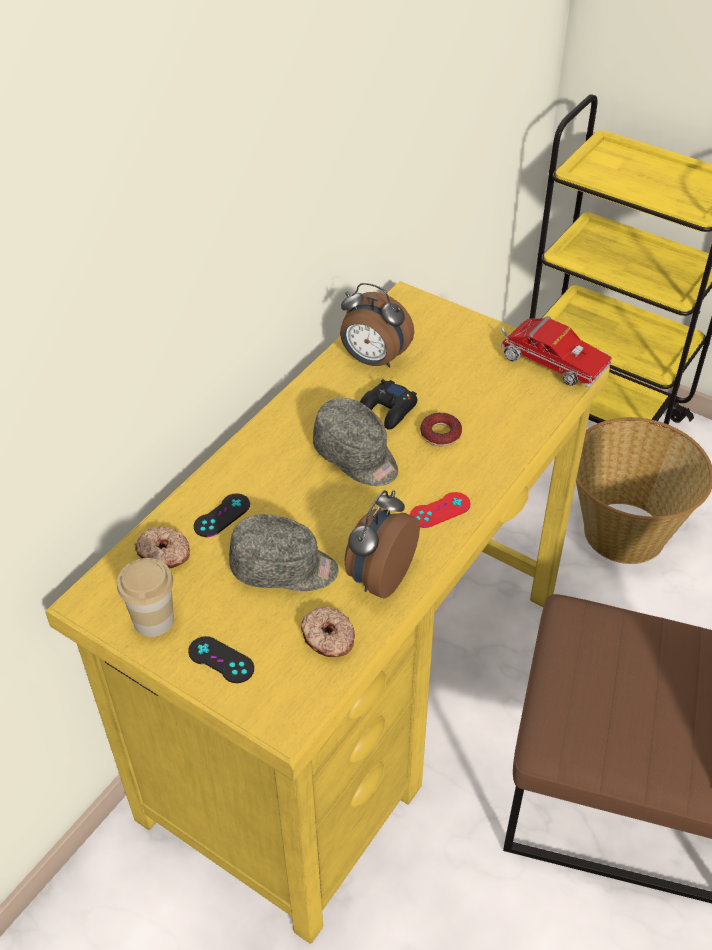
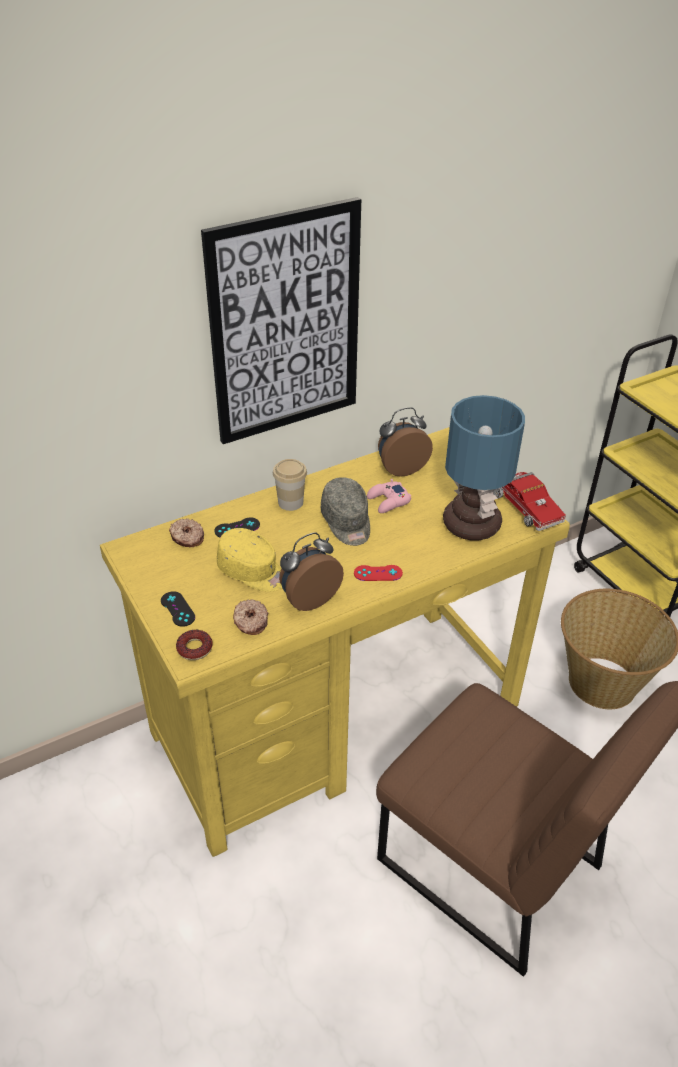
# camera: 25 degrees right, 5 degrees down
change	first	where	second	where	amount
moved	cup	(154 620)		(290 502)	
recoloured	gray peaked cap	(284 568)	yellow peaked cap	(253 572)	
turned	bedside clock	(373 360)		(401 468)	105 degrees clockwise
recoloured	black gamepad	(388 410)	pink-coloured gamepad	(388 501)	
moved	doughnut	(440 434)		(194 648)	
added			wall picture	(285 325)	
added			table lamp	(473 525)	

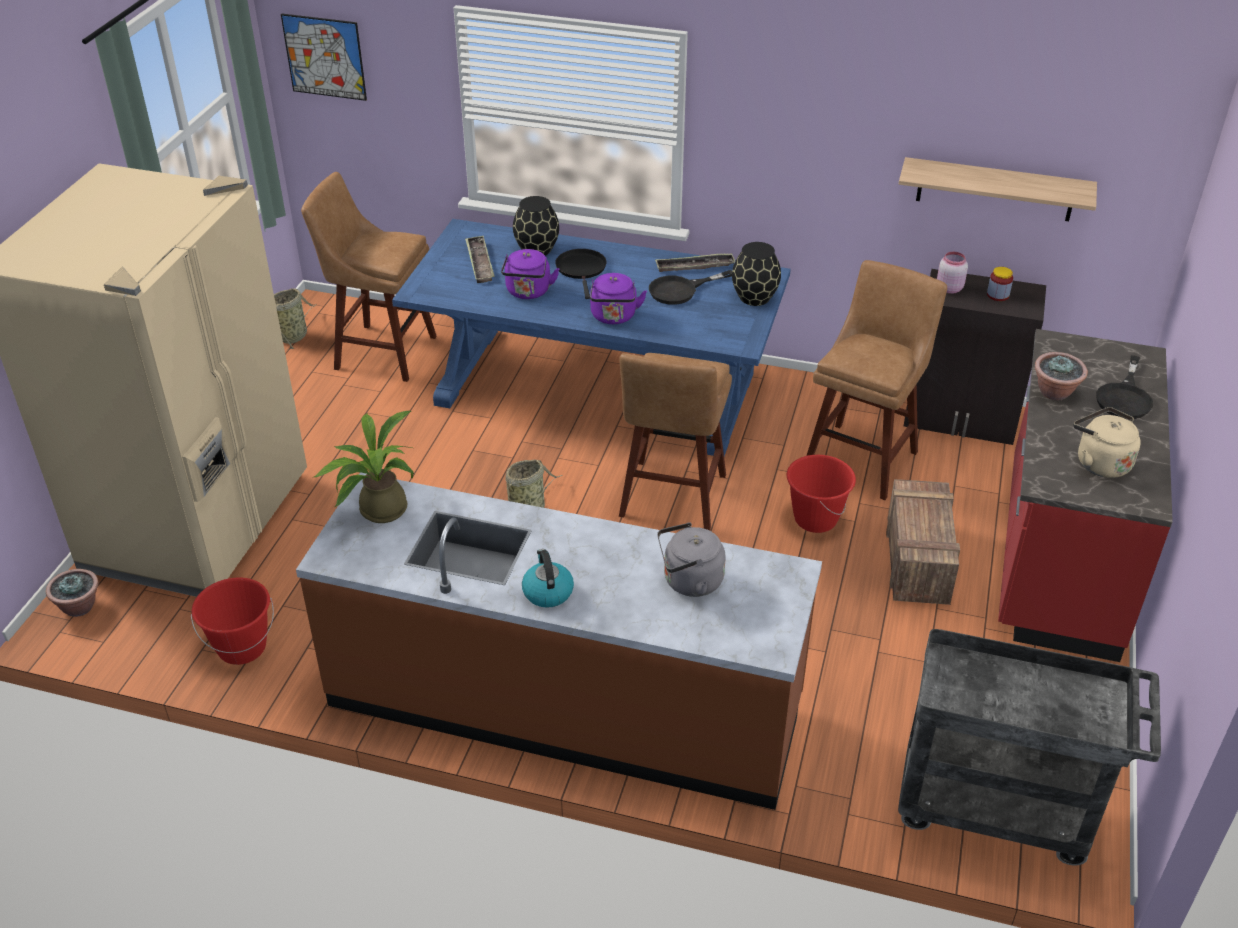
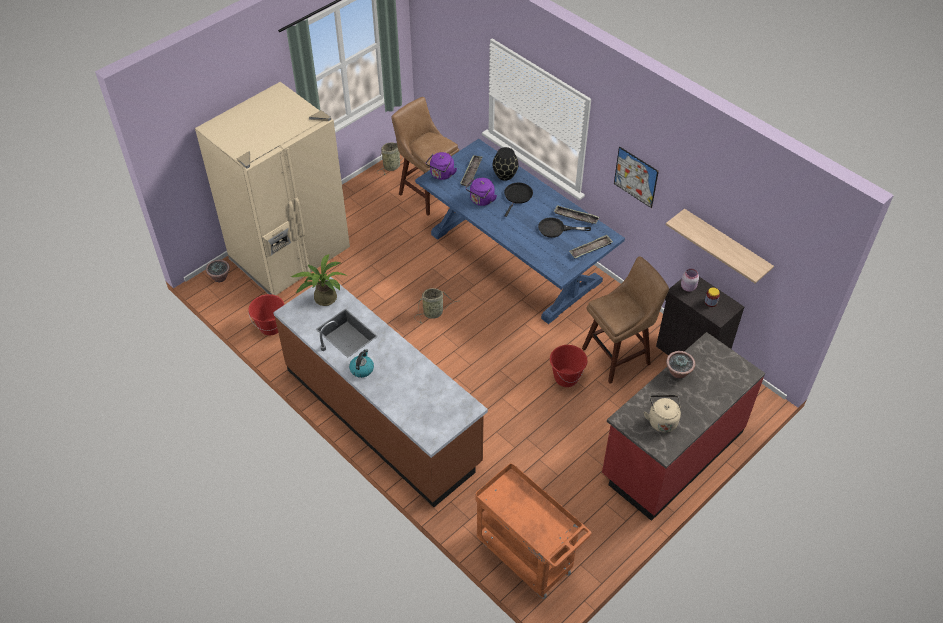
# camera: 30 degrees right, 10 degrees up
change	first	where	second	where	amount
moved	wall picture	(324 57)		(636 177)	
moved	purplish tea kettle	(614 317)		(441 175)	
removed	brown-coloured sitting stool	(672 498)			
removed	gray tea kettle	(689 582)			
replaced	black decorative vase	(755 297)	tray	(590 249)	
removed	crate	(918 562)			
recoloured	black wheeled cart	(1000 817)	orangey wheeled cart	(527 561)	
removed	black pan	(1125 397)			

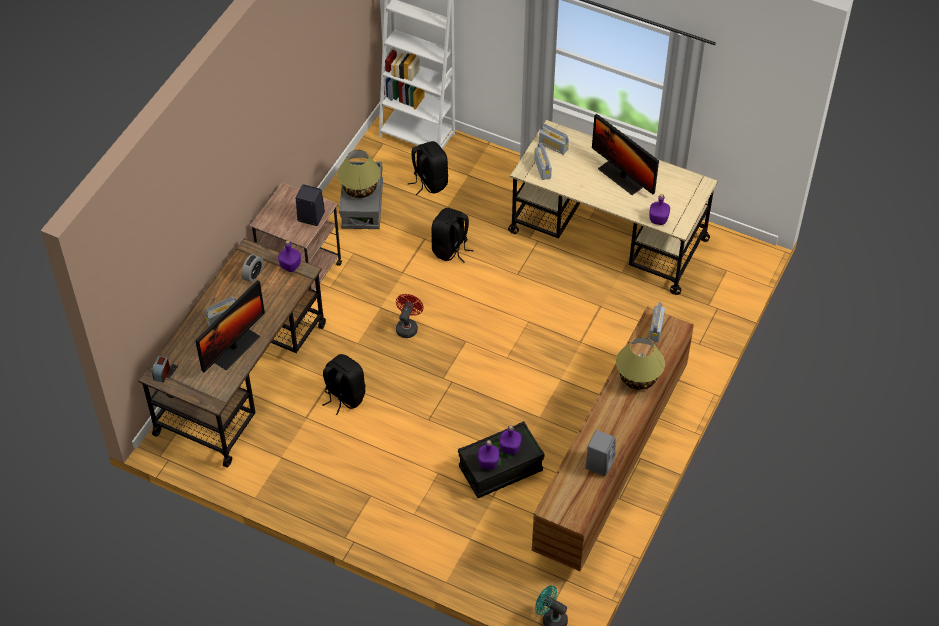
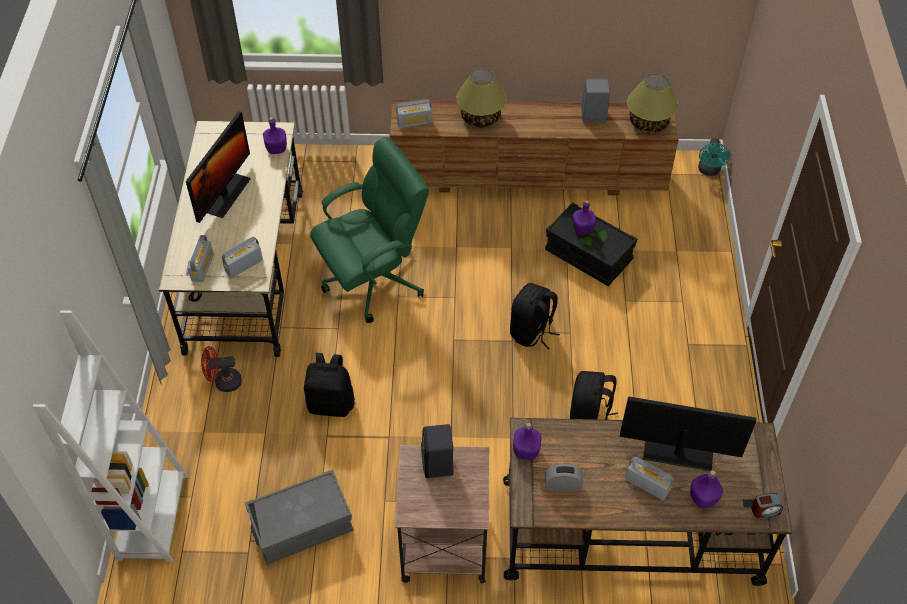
# camera: 115 degrees left, 0 degrees up
change	first	where	second	where	amount
moved	table lamp	(359 189)		(649 123)	
moved	reddish cooling fan	(408 326)		(223 382)	
moved	black backpack	(429 182)		(532 332)	
moved	purplish drink bottle	(488 463)		(703 499)	
added			green office chair	(373 280)	

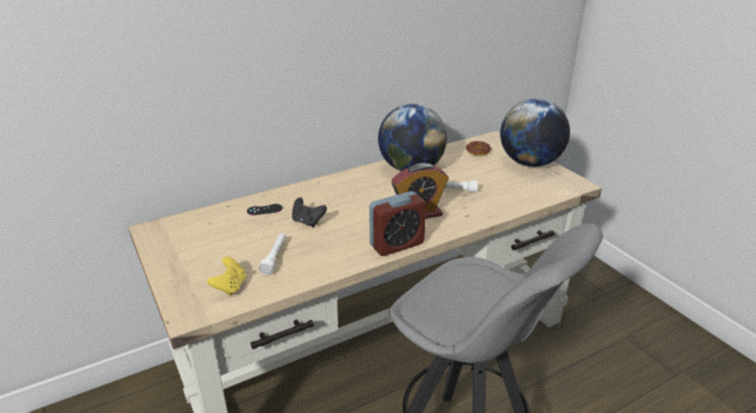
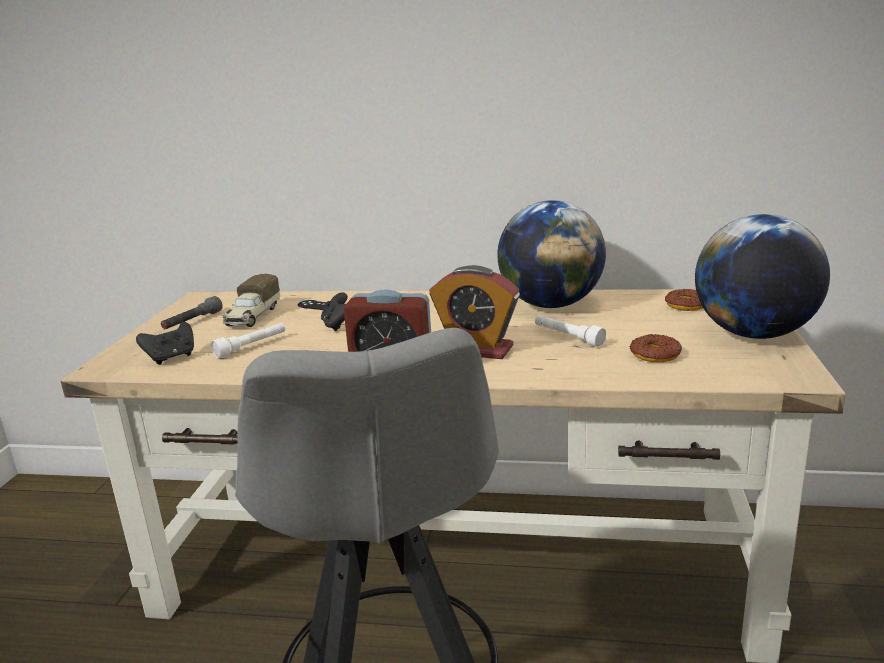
# camera: 40 degrees right, 10 degrees down
change	first	where	second	where	amount
recoloured	yellow gamepad	(230 287)	black gamepad	(171 358)	
added			gray torch	(192 322)	
added			toy lorry	(252 317)	
added			doughnut	(655 354)	

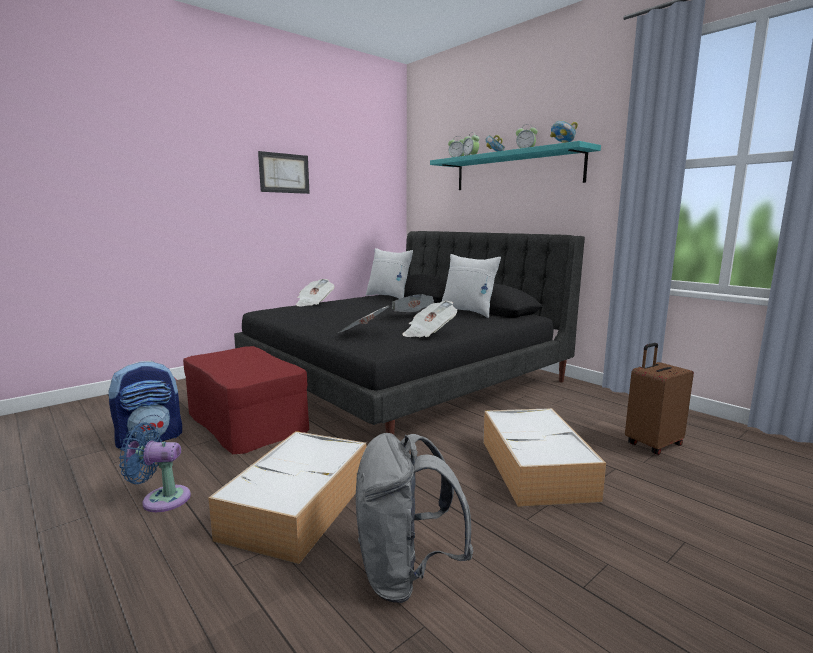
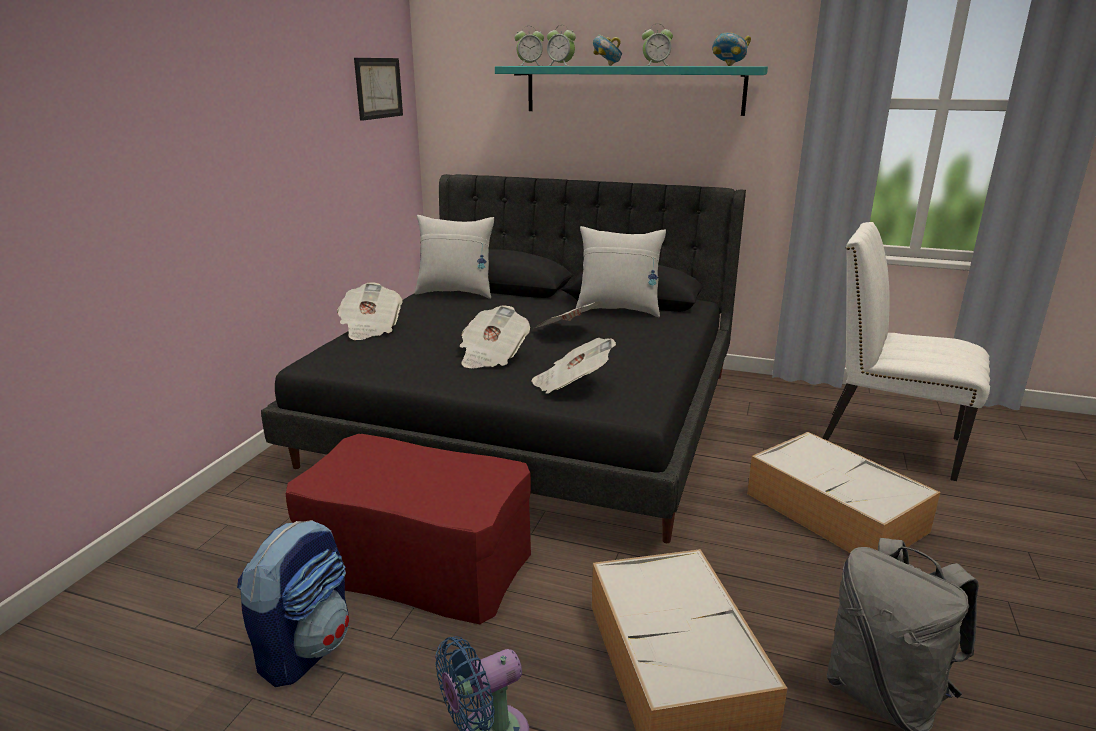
# camera: 30 degrees left, 10 degrees up
change	first	where	second	where	amount
moved	wall picture	(284 173)		(378 88)	
moved	printed paper	(428 333)		(492 356)	
replaced	brown-coloured piece of luggage	(652 444)	white-coloured upright chair	(890 444)	

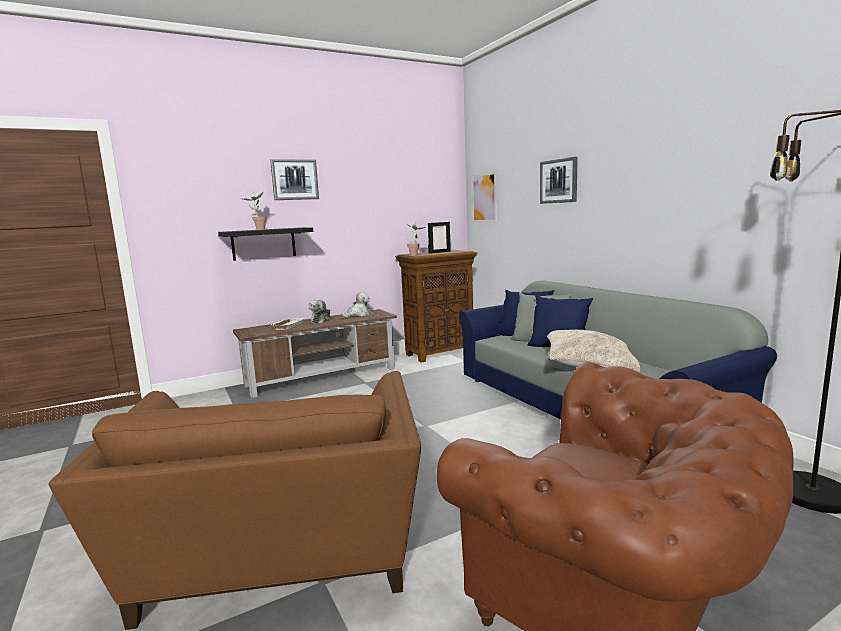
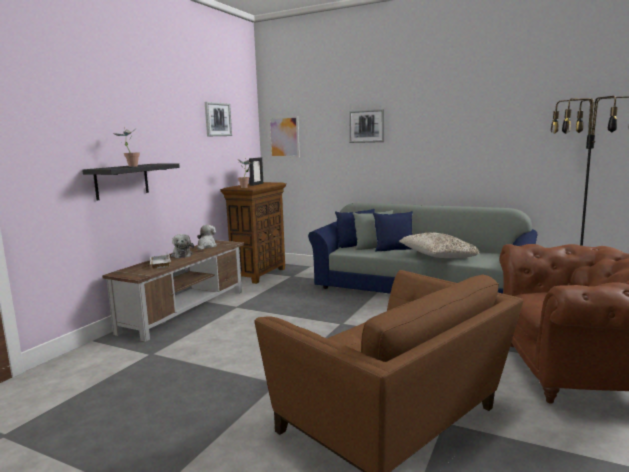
# camera: 35 degrees left, 0 degrees up
change	first	where	second	where	amount
moved	wall picture	(294 179)		(217 119)	

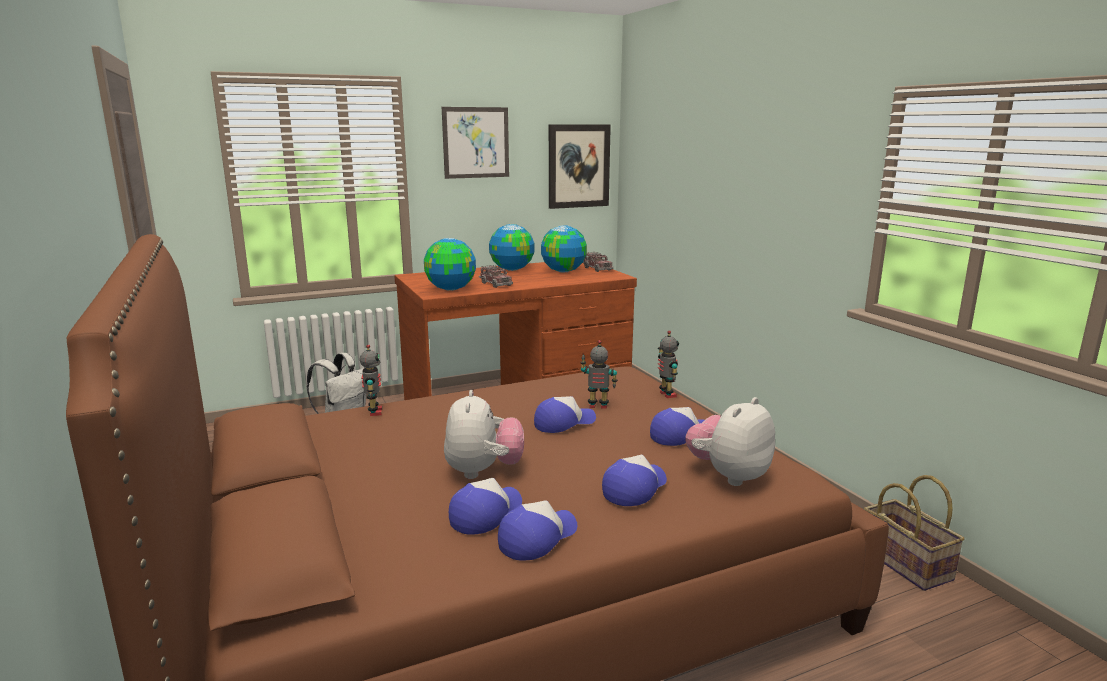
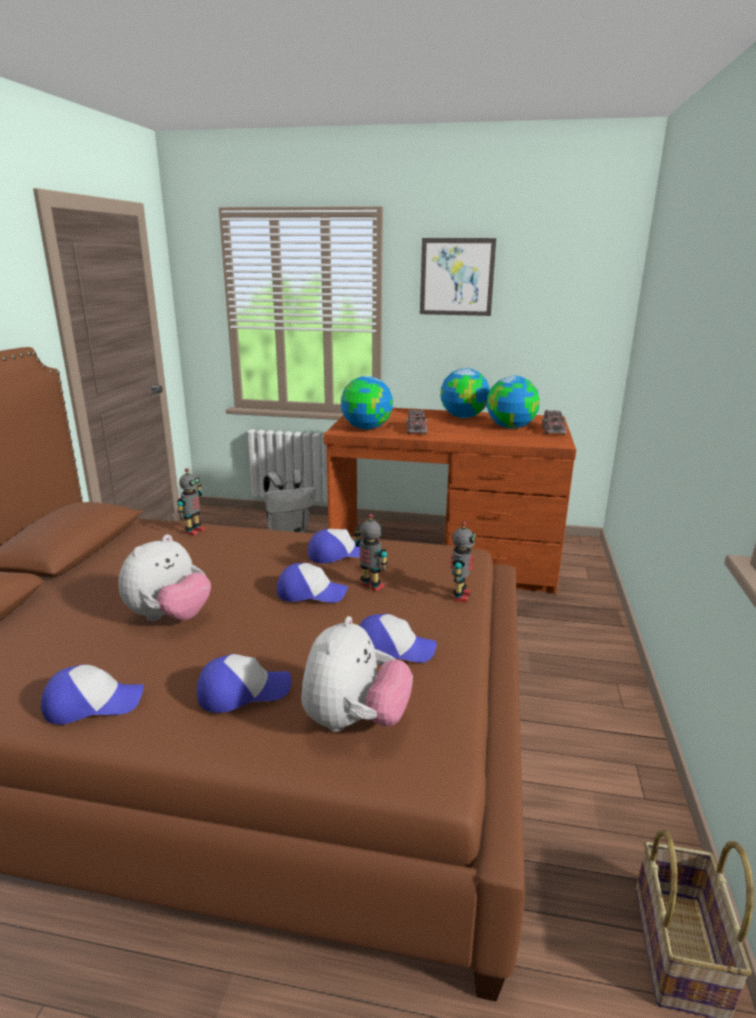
# camera: 35 degrees right, 5 degrees up
change	first	where	second	where	amount
moved	peaked cap	(485 513)		(337 554)	
removed	wall picture	(578 166)			
turned	soft toy	(729 475)		(355 721)	120 degrees clockwise

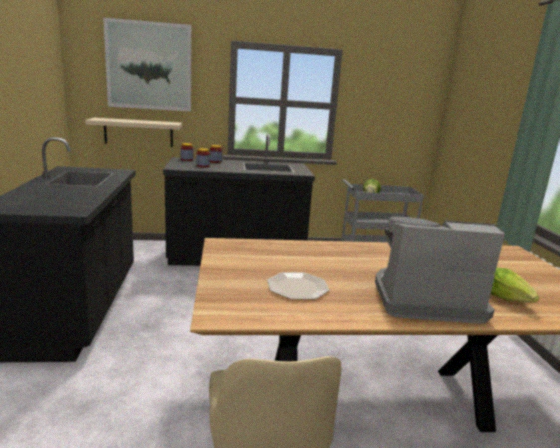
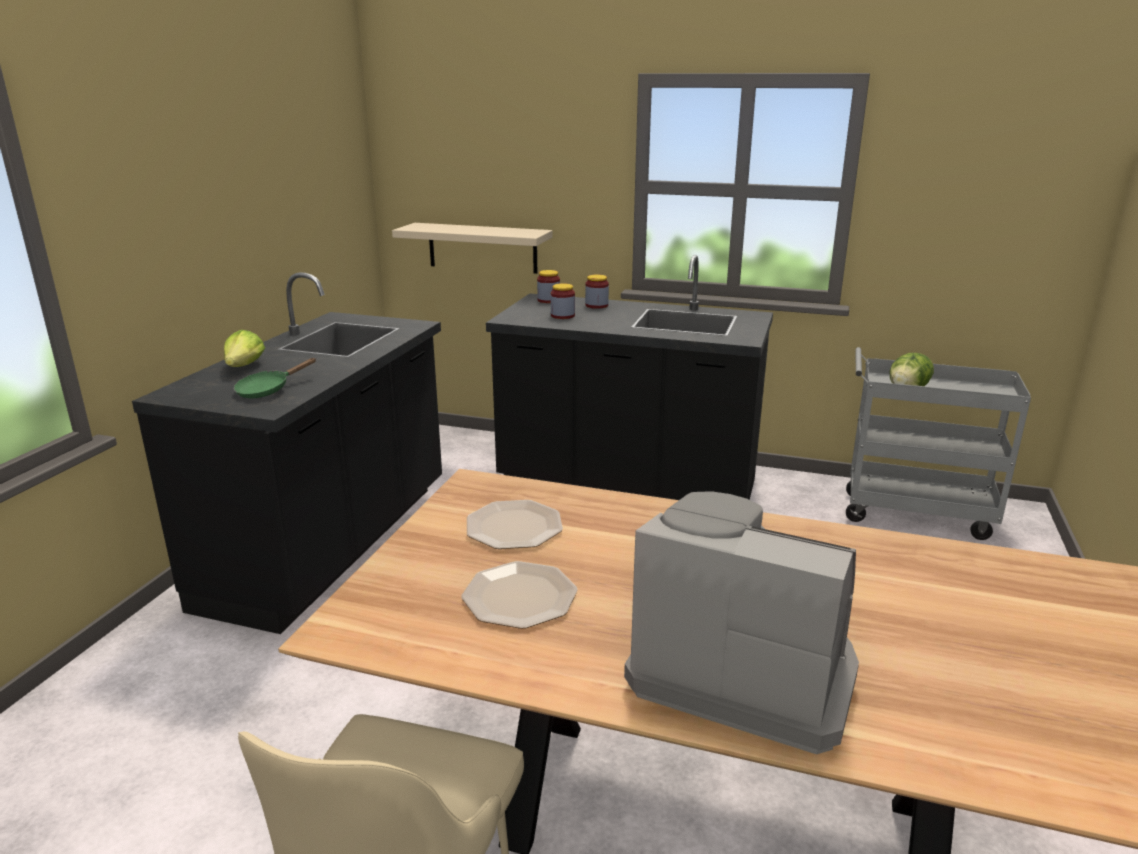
# camera: 25 degrees right, 5 degrees up
change	first	where	second	where	amount
removed	wall picture	(149 66)			
moved	head of lettuce	(507 299)		(244 367)	
added			green pan	(268 390)	
added			flat dish	(514 527)	

